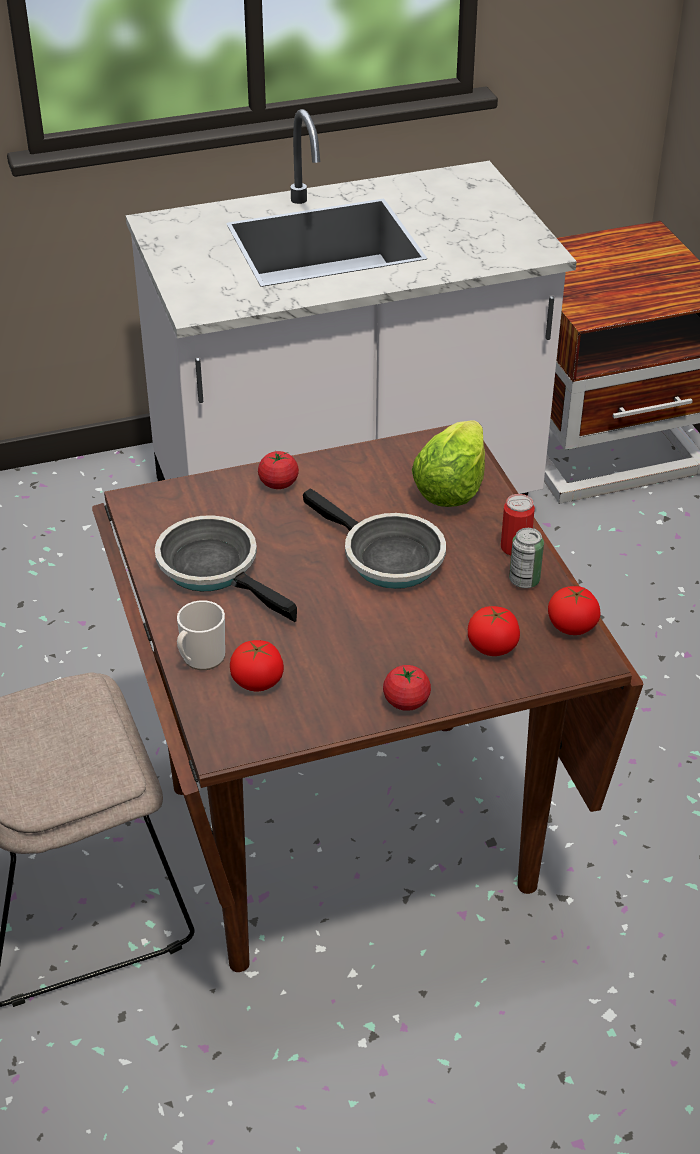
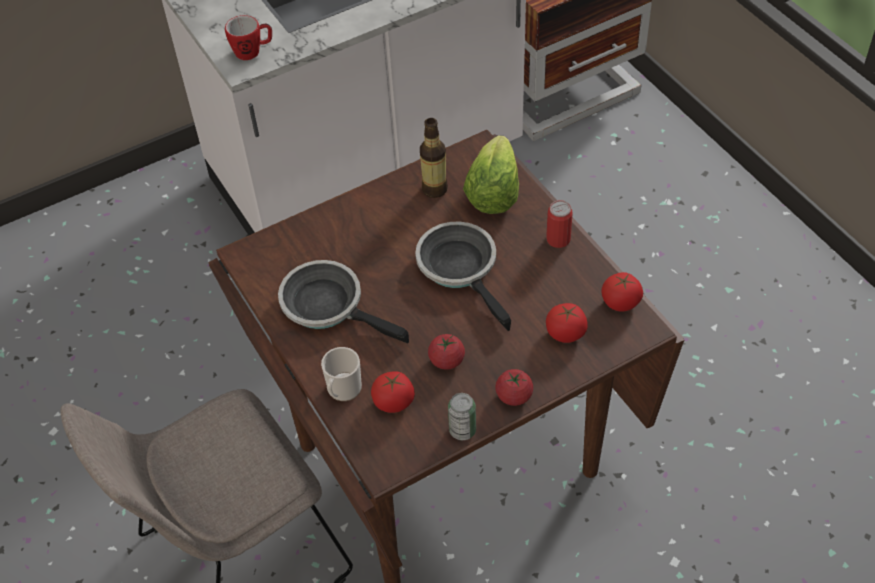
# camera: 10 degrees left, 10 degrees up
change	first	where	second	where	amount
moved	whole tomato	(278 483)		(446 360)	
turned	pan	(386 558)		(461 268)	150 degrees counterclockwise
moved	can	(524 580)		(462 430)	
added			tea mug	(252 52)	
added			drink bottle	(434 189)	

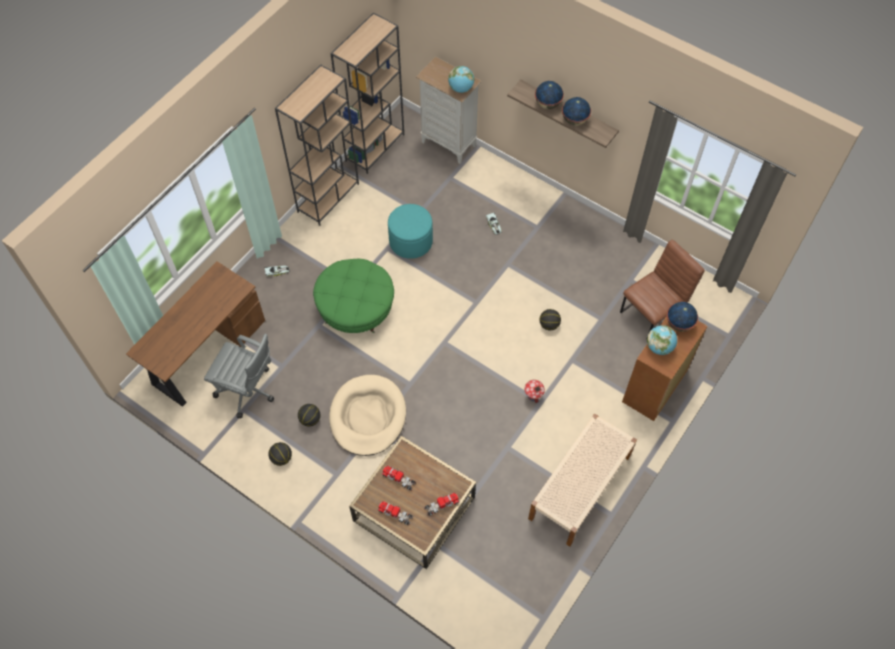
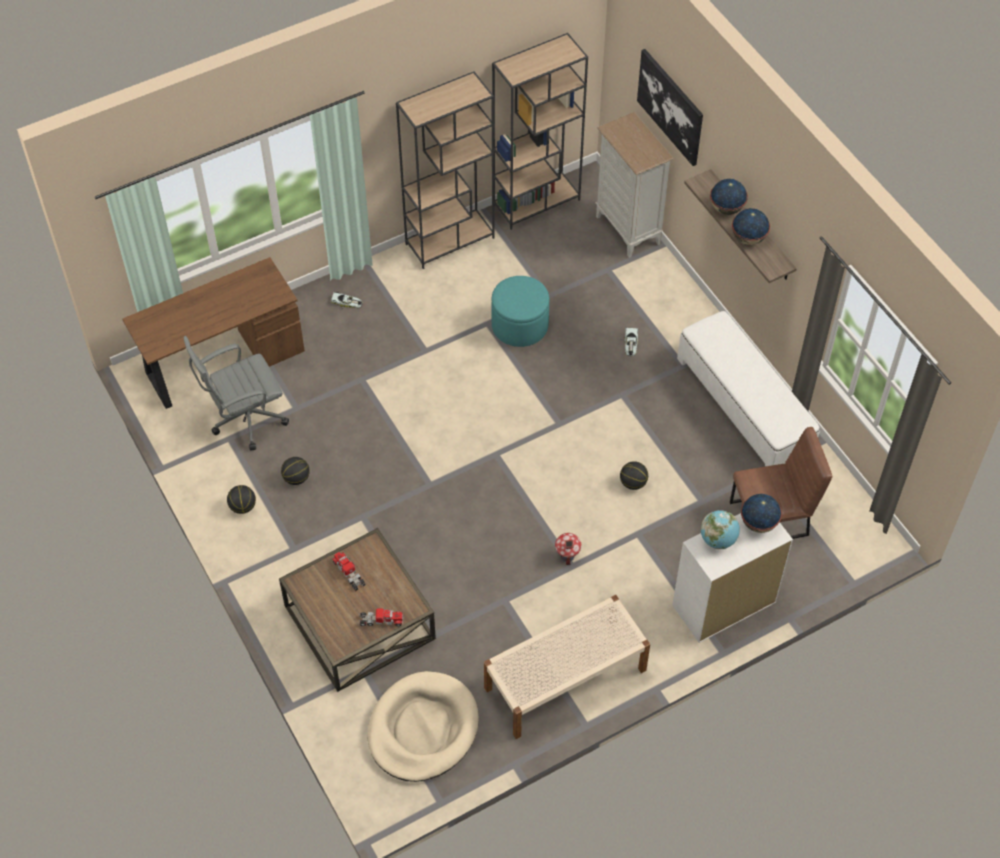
# camera: 25 degrees right, 5 degrees down
change	first	where	second	where	amount
turned	gray office chair	(248 391)		(245 420)	105 degrees clockwise
removed	green pouffe	(356 308)			
moved	beige-coloured pet bed	(368 417)		(423 729)	
removed	toy lorry	(395 514)			
removed	desk globe	(461 88)			
recoloured	brown-coloured cabinet	(654 386)	white-coloured cabinet	(723 604)	
added			wall picture	(670 106)	
added			white-coloured indoor bench	(744 406)	

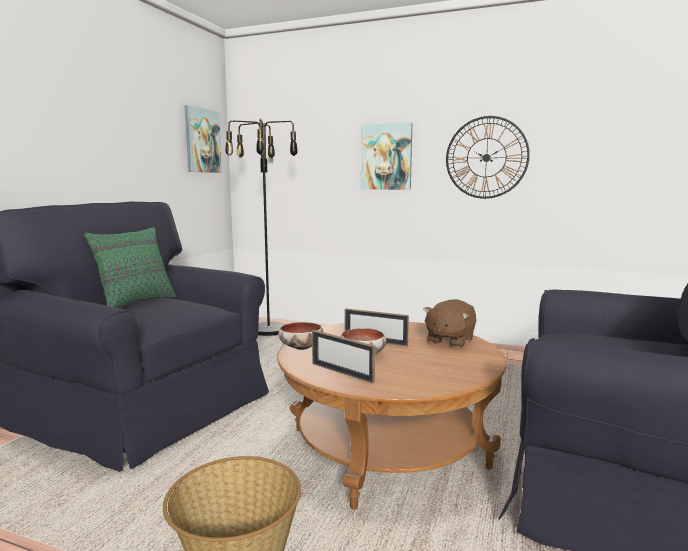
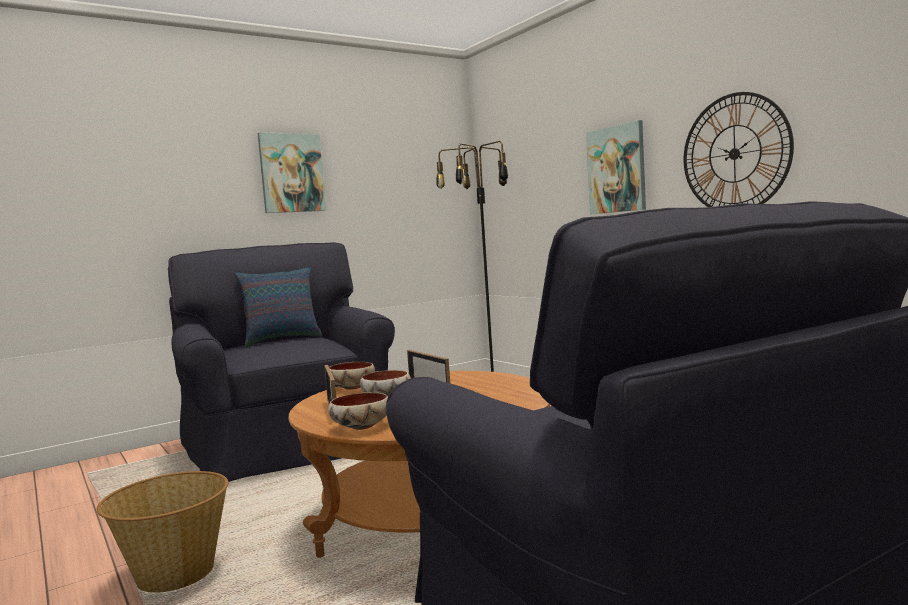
# camera: 35 degrees right, 5 degrees down
change	first	where	second	where	amount
recoloured	green pillow	(136 303)	bluish pillow	(282 340)	
moved	wall picture	(202 140)		(291 173)	
removed	brown-coloured soft toy	(449 341)			
added			deep dish	(360 427)	

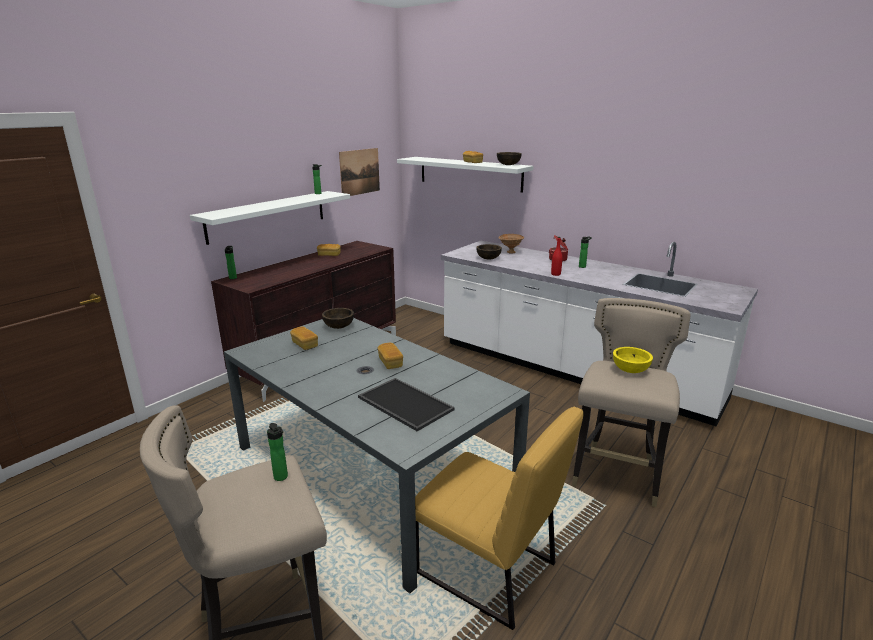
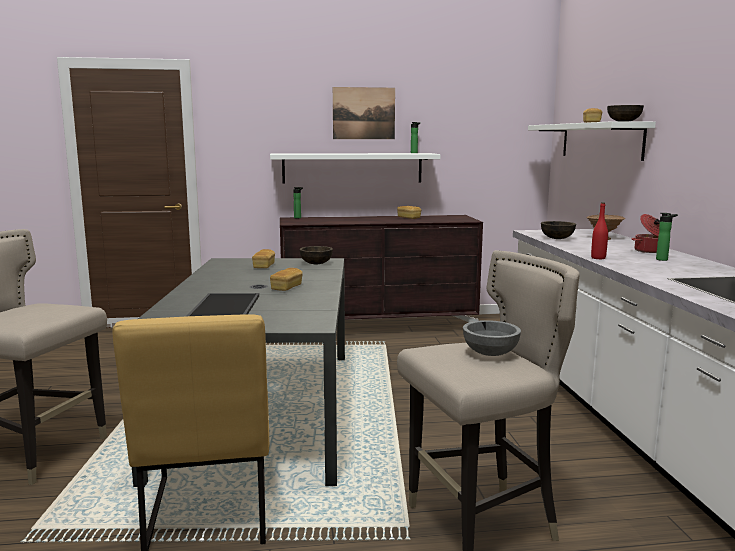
# camera: 45 degrees right, 10 degrees down
change	first	where	second	where	amount
removed	drink bottle	(281 478)			
moved	wall picture	(359 172)		(363 113)	
recoloured	yellow deep dish	(630 370)	gray deep dish	(491 353)	

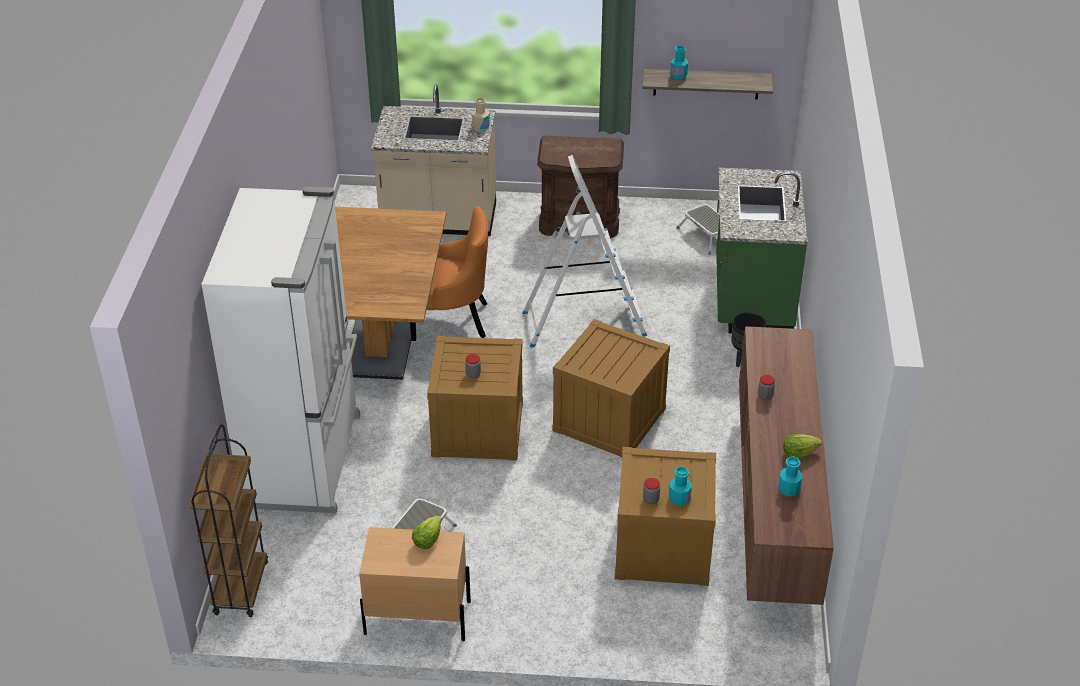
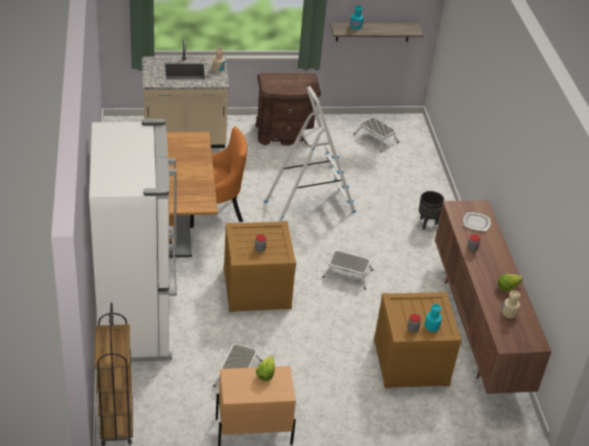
# camera: 15 degrees left, 0 degrees up
change	first	where	second	where	amount
replaced	crate	(609 419)	gray step stool	(347 274)	
removed	green kitchen counter	(750 298)			
recoloured	blue-green drink bottle	(789 489)	beige-coloured drink bottle	(509 313)	
added			flat dish	(476 223)	

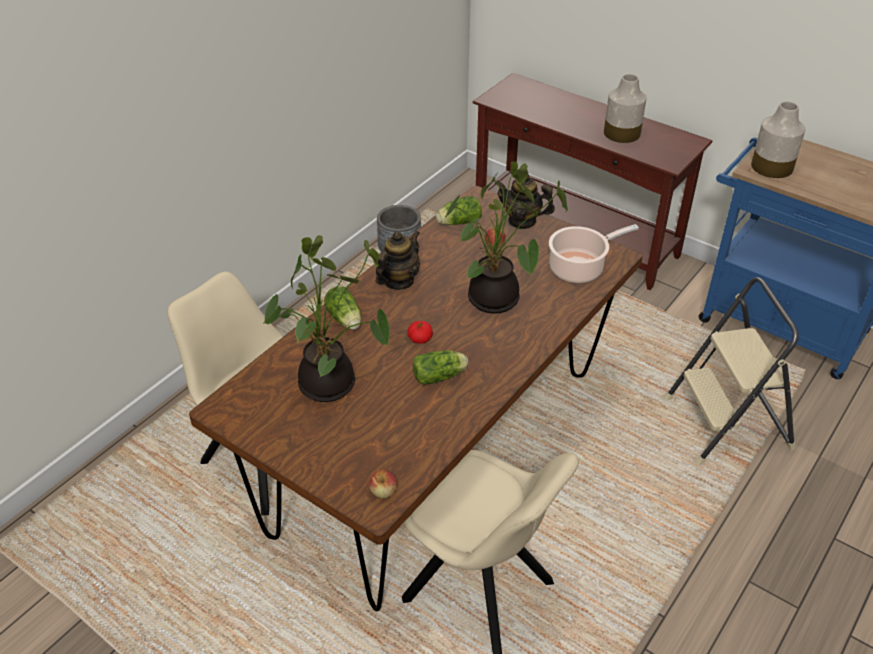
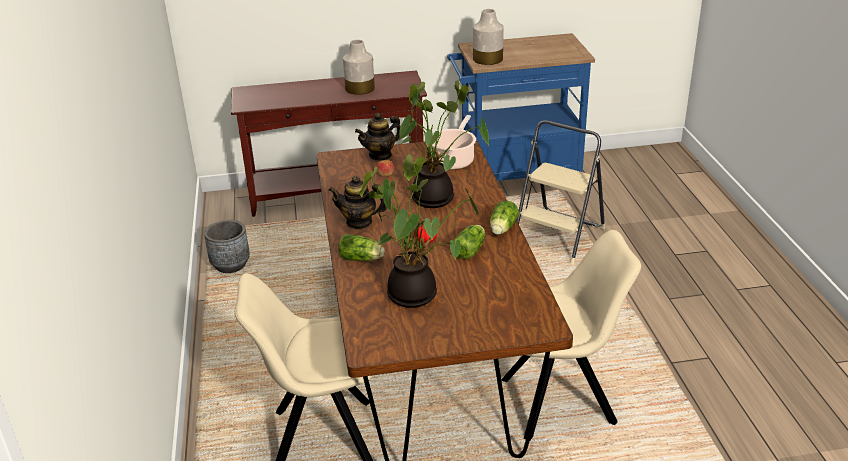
# camera: 45 degrees left, 10 degrees down
change	first	where	second	where	amount
removed	apple	(383 491)			
turned	teapot	(398 281)		(359 222)	75 degrees counterclockwise
moved	head of lettuce	(457 222)		(502 229)	

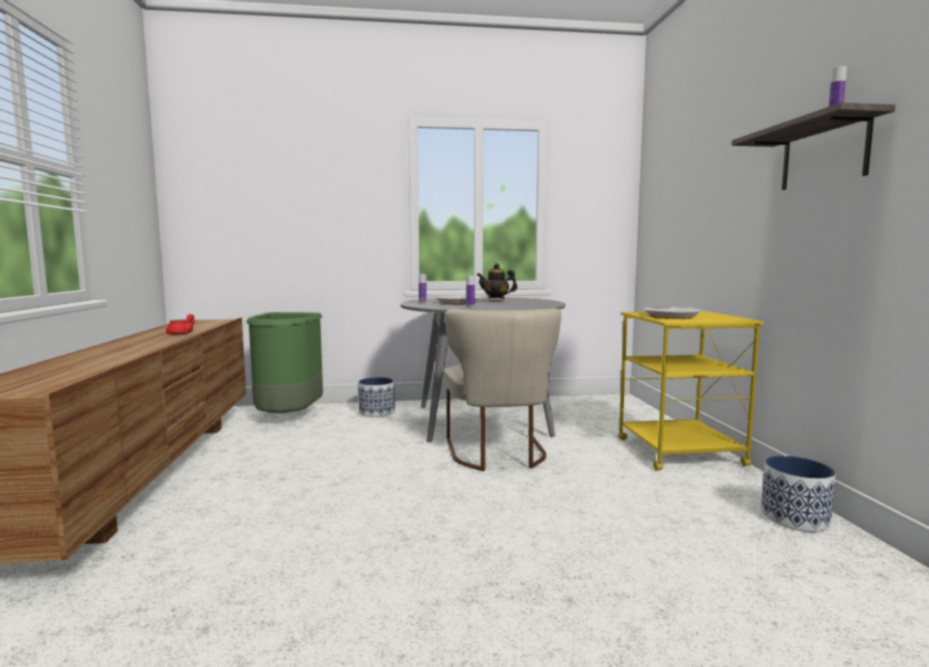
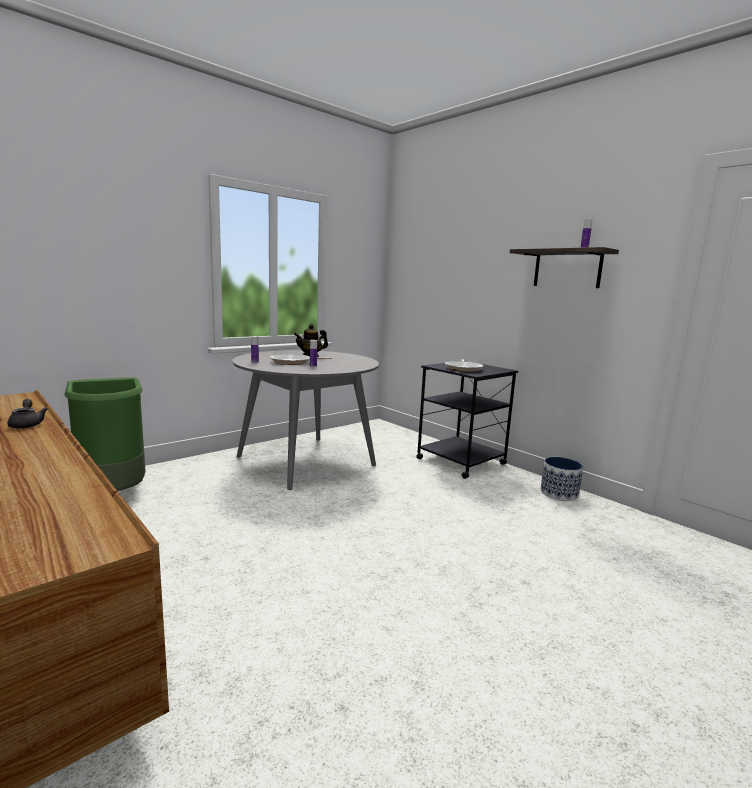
# camera: 35 degrees left, 5 degrees up
change	first	where	second	where	amount
recoloured	reddish teapot	(182 333)	gray teapot	(27 424)	
removed	flower pot	(377 412)			
removed	beige-coloured upright chair	(498 454)			
recoloured	yellow wheeled cart	(680 452)	black wheeled cart	(462 462)	

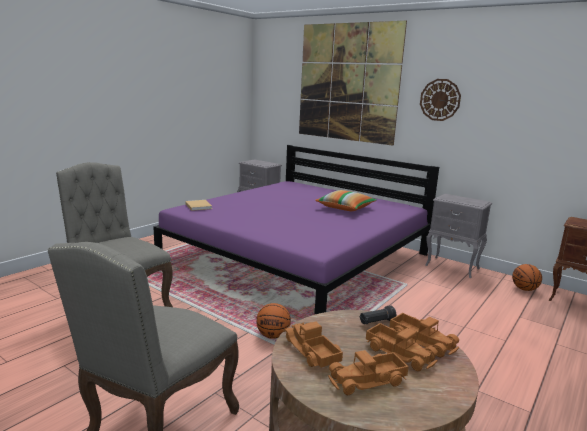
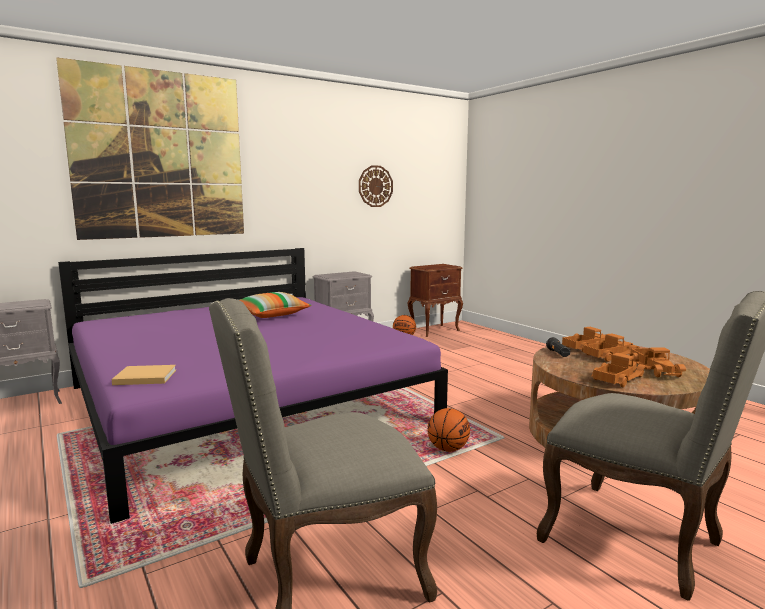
# camera: 70 degrees left, 5 degrees down
change	first	where	second	where	amount
turned	toy lorry	(311 351)		(617 379)	150 degrees clockwise
moved	clock on the wall	(440 100)		(375 186)	

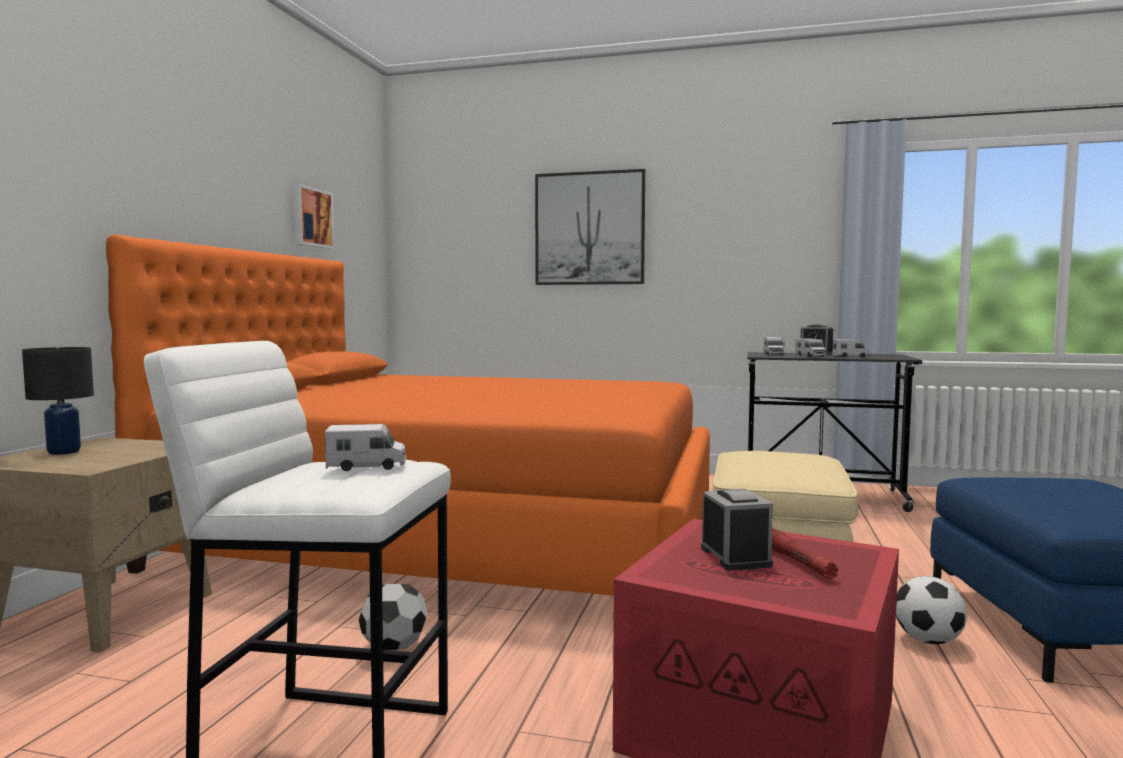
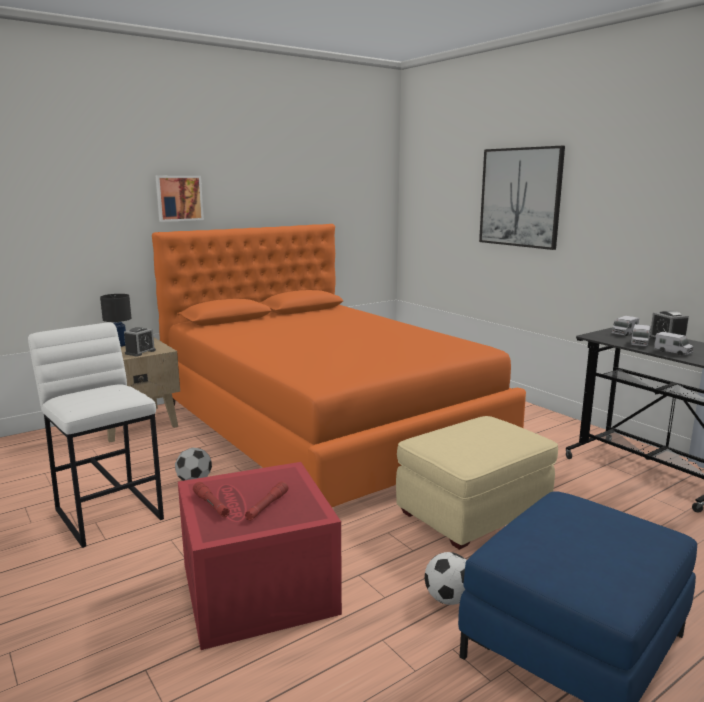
# camera: 40 degrees right, 10 degrees up
change	first	where	second	where	amount
moved	wall picture	(311 217)		(179 198)	
removed	toy lorry	(367 466)			
moved	bedside clock	(735 557)		(140 352)	
added			reddish torch	(211 505)	

